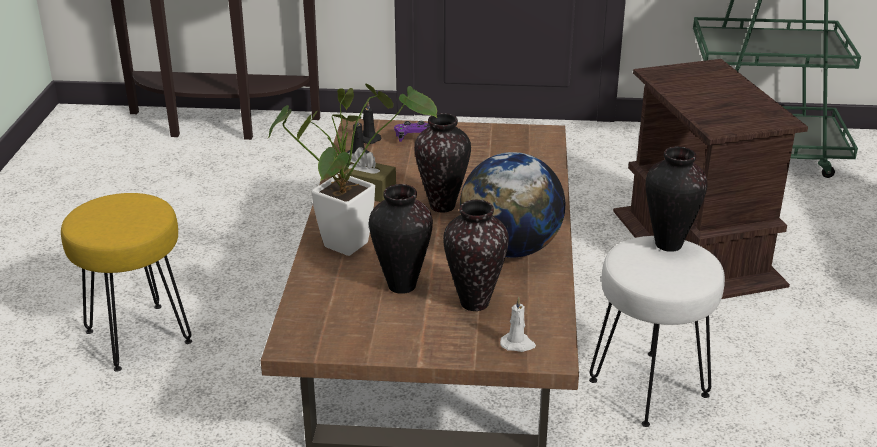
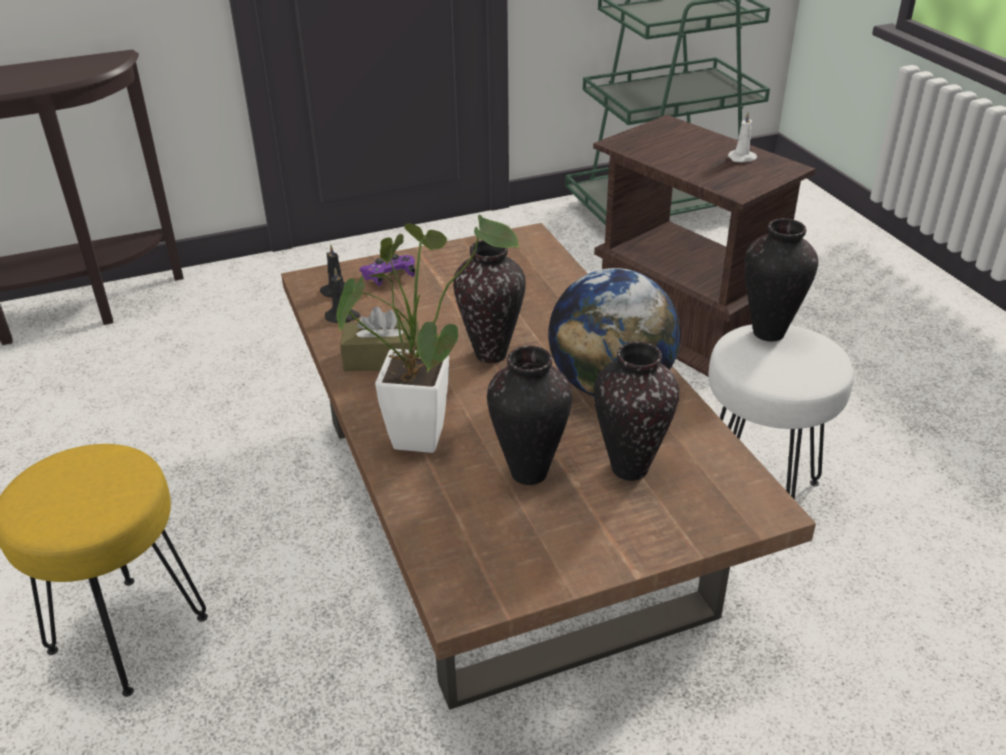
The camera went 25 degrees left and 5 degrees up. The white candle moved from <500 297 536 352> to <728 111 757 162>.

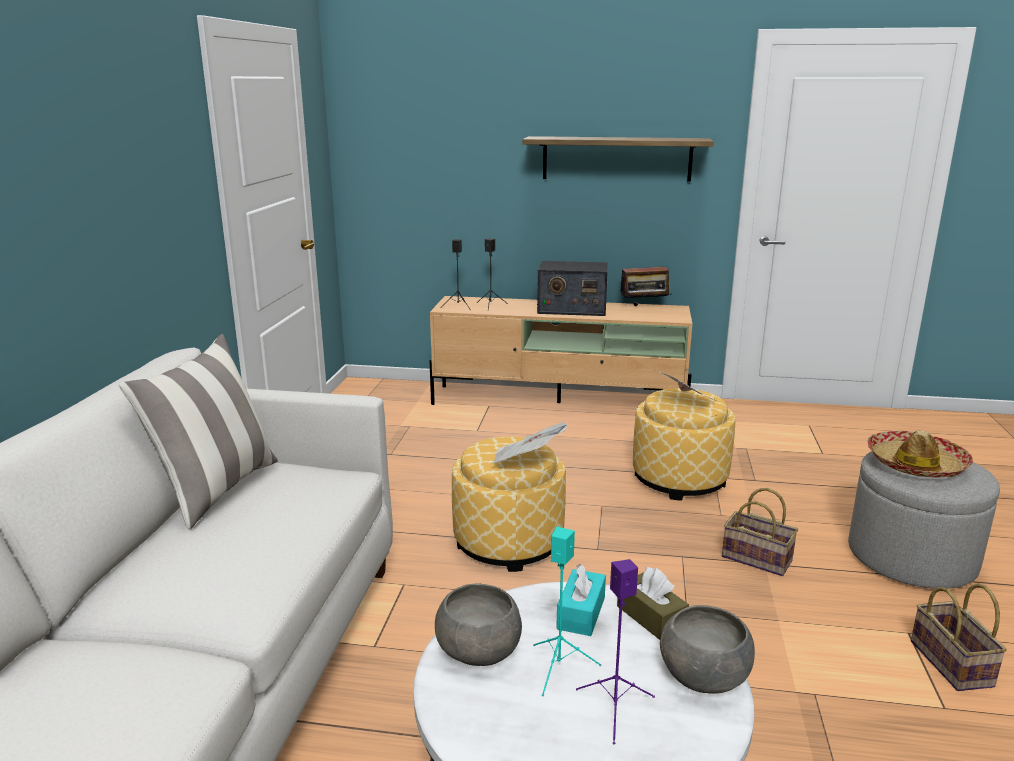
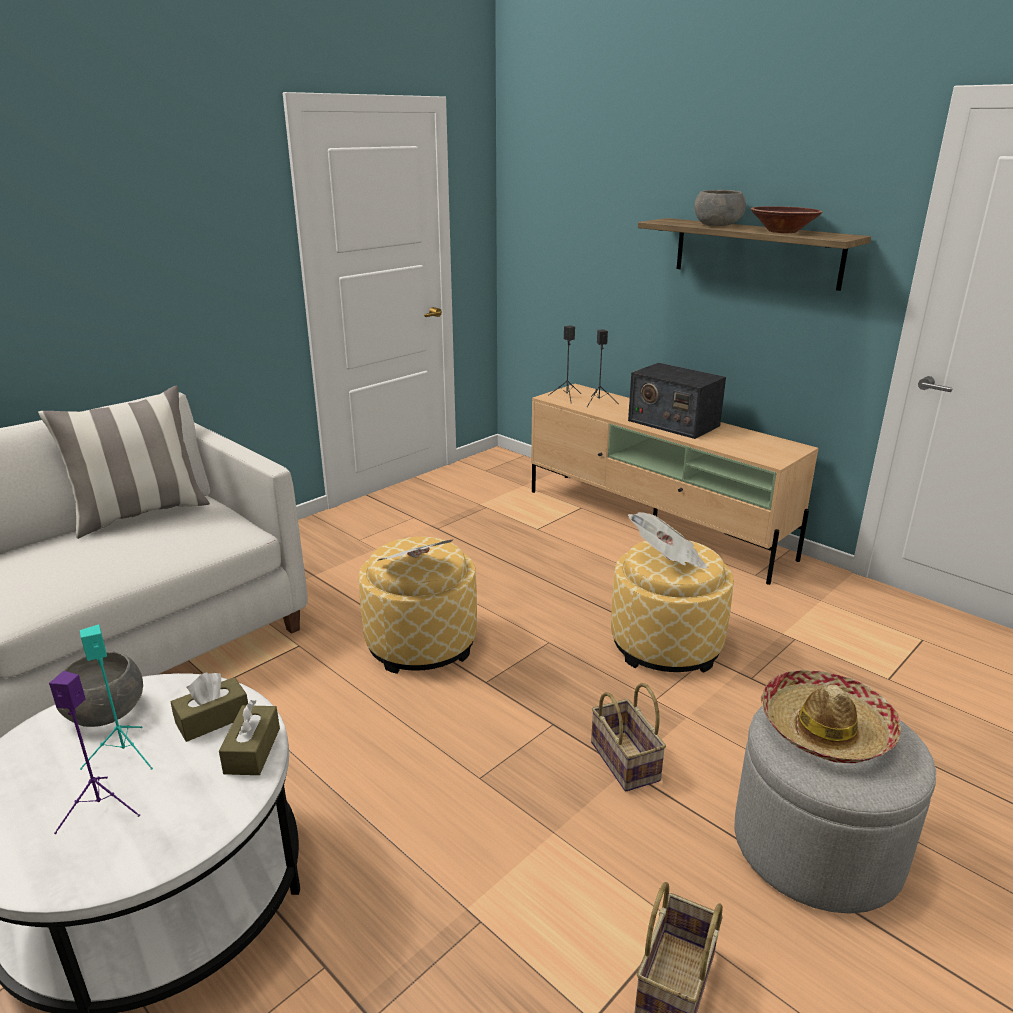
The camera went 35 degrees right and 5 degrees up. The radio at <620 267 671 306> disappeared. The brown bowl at <751 206 823 233> appeared. The grey bowl moved from <660 605 755 694> to <695 190 746 226>. The turquoise tissue box at <556 564 606 636> became the brown tissue box at <171 673 248 742>.

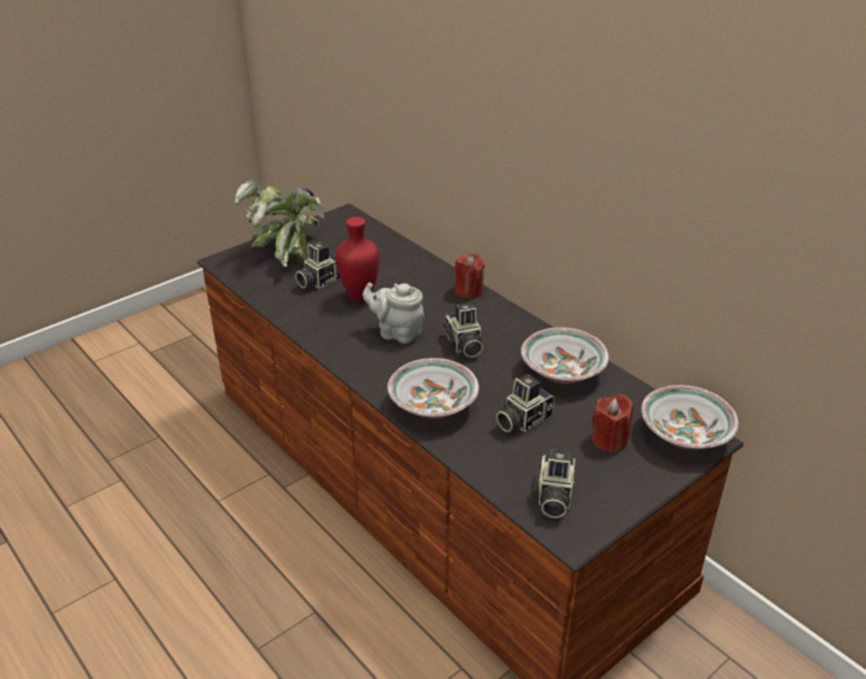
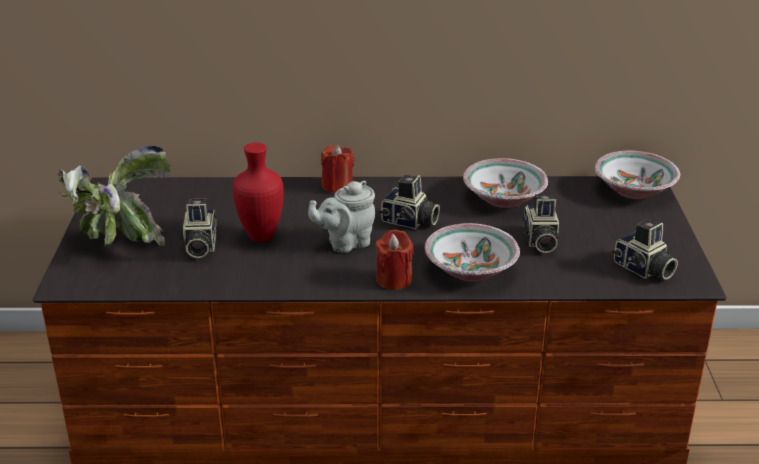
The camera went 50 degrees left and 5 degrees down. The red candle moved from <592 394 633 453> to <376 230 414 290>.

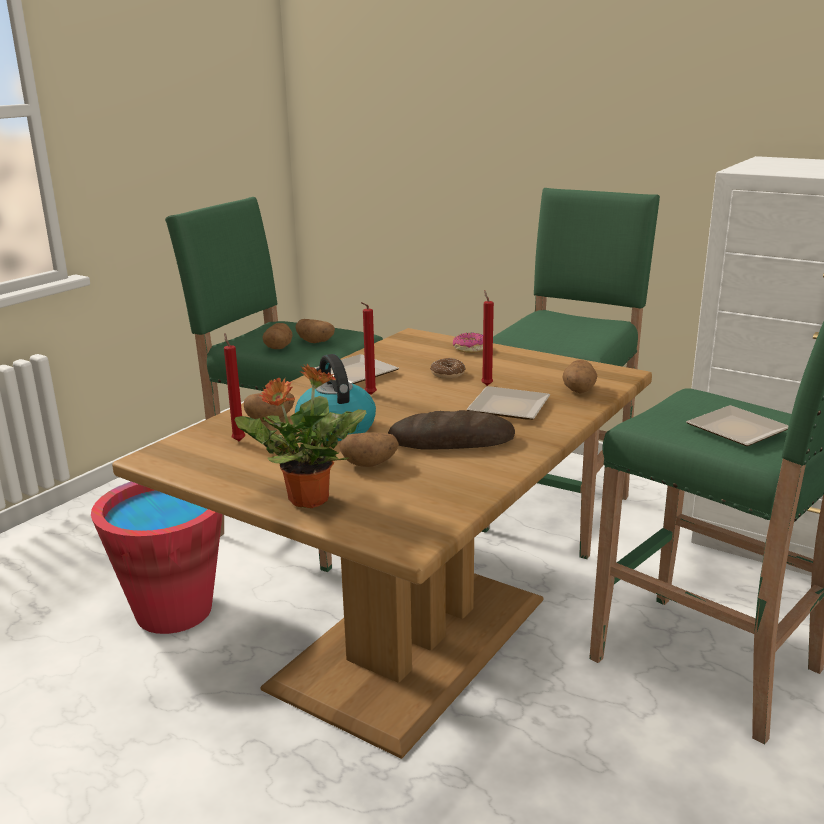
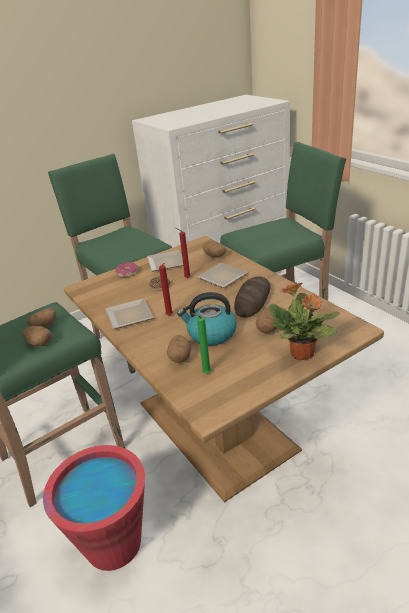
The camera went 65 degrees left and 10 degrees up. The plate moved from <686 405 789 446> to <147 250 183 271>. The red candle at <224 333 245 441> became the green candle at <192 313 211 373>.

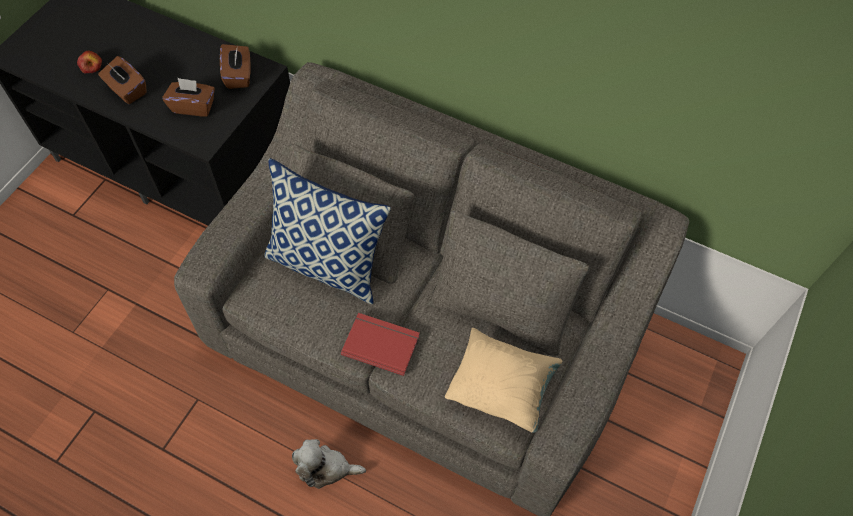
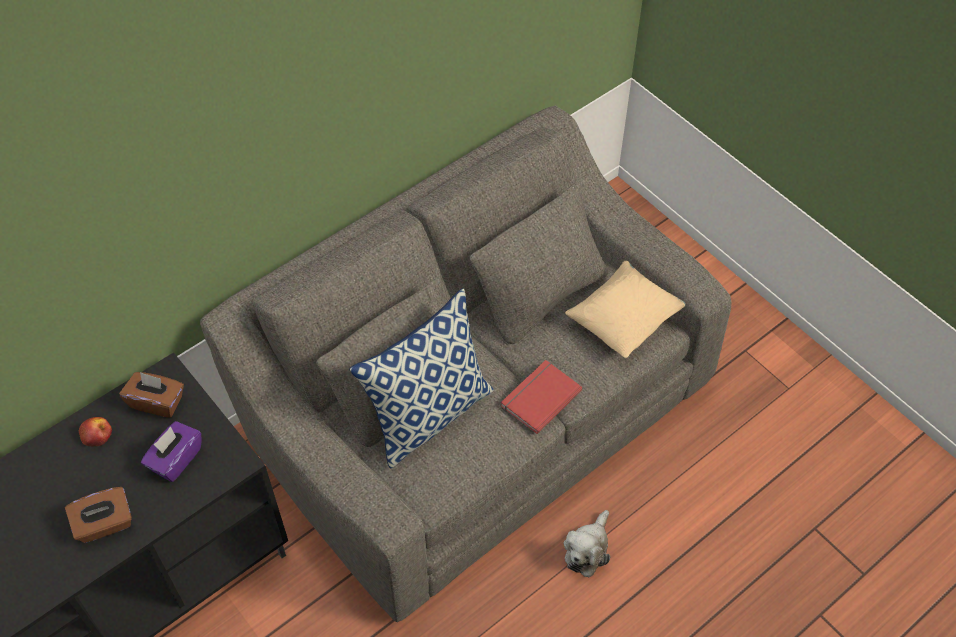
The camera went 65 degrees left and 5 degrees down. The apple moved from <77 51 102 74> to <79 417 112 447>. The brown tissue box at <162 78 215 117> became the purple tissue box at <141 421 201 482>.

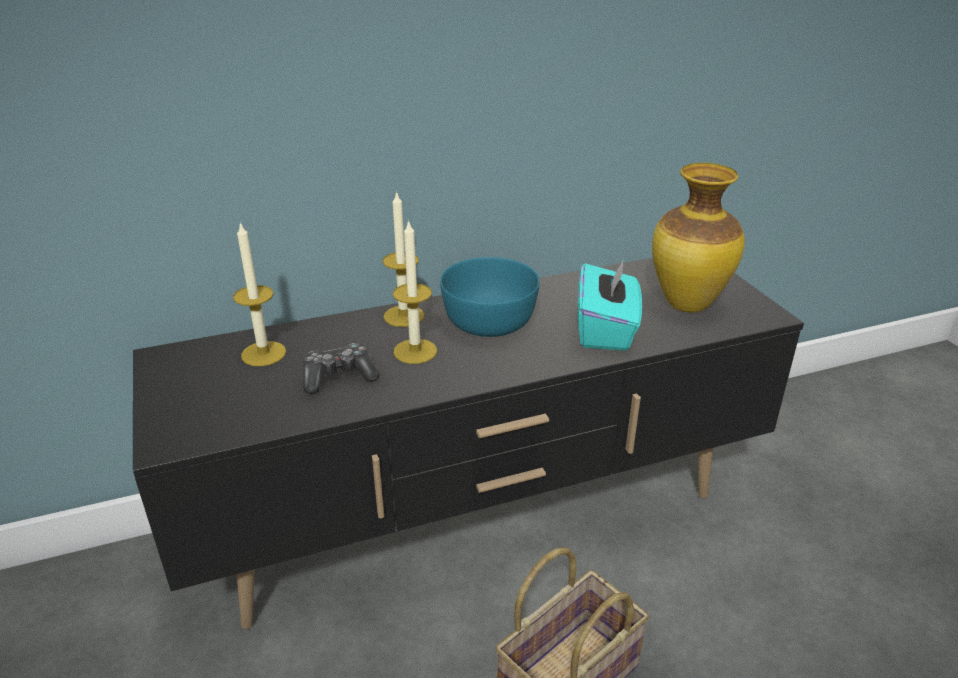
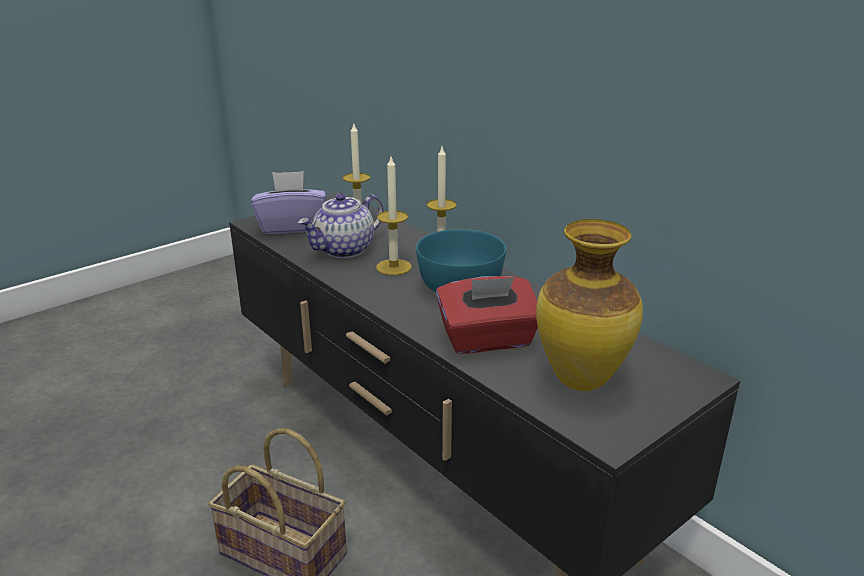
The camera went 70 degrees right and 5 degrees down. The purple tissue box at <251 171 326 234> appeared. The game controller at <303 343 379 394> was replaced by the teapot at <298 193 384 258>. The turquoise tissue box at <578 259 642 351> became the red tissue box at <436 276 538 354>.

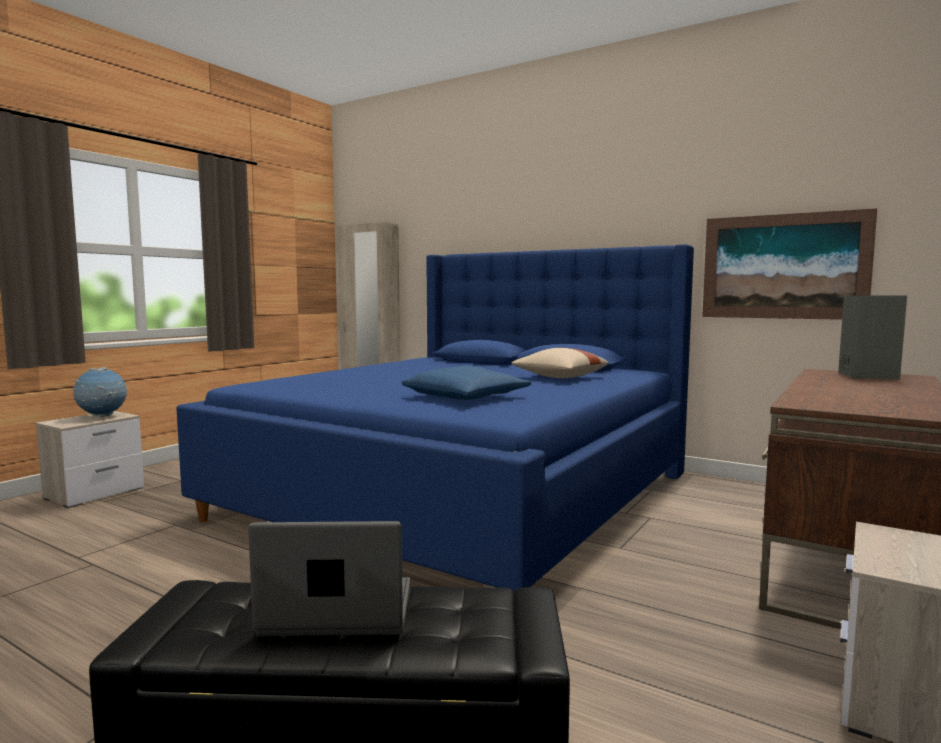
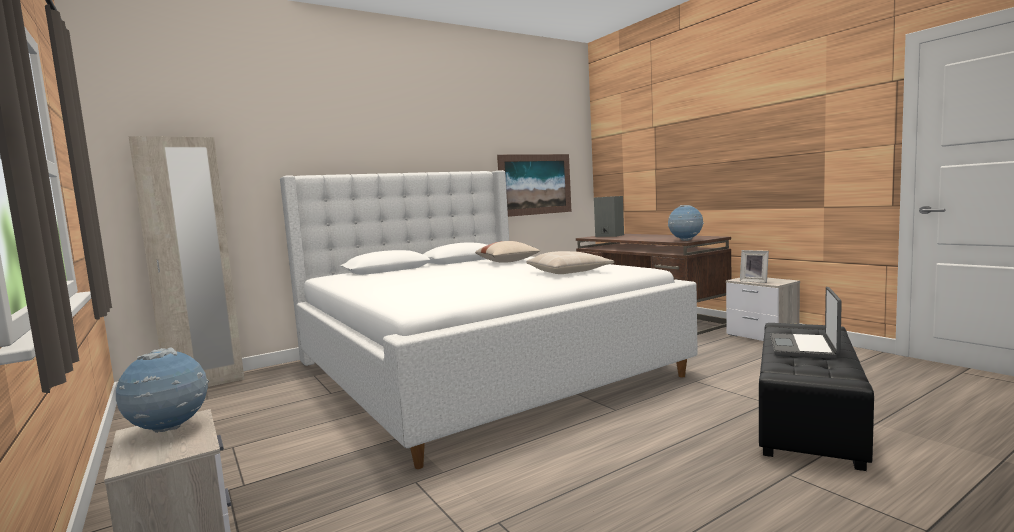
The camera went 65 degrees left and 0 degrees up. The globe at <668 205 704 241> appeared. The picture frame at <740 250 769 283> appeared. The blue bed at <176 244 694 593> became the white bed at <280 170 698 469>. The blue pillow at <402 366 531 400> became the beige pillow at <526 251 614 274>.

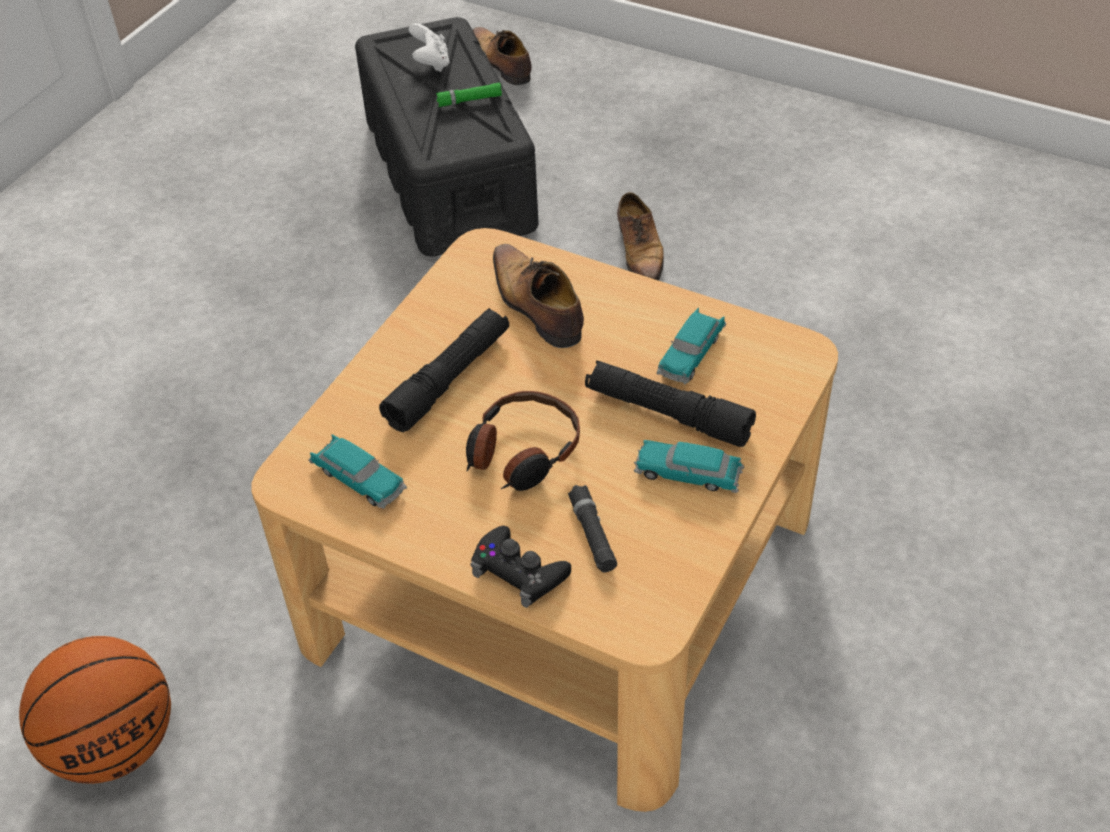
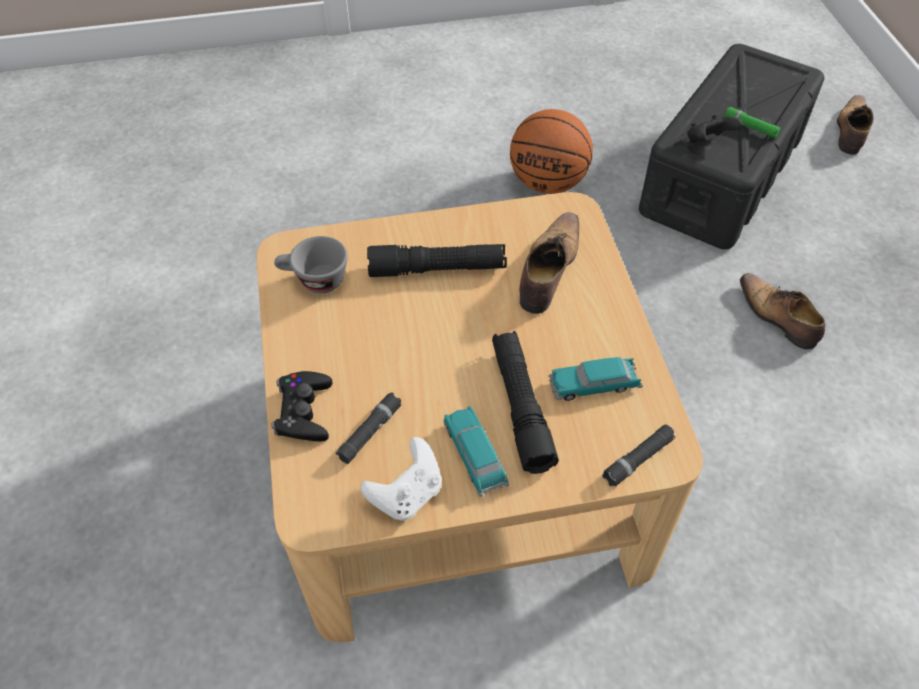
The camera went 50 degrees right and 5 degrees up. The headphones at <466 391 580 491> disappeared. The black flashlight at <602 425 676 486> appeared. The black game controller at <687 115 743 143> appeared. The basketball moved from <19 636 171 784> to <510 109 593 194>. The white game controller moved from <409 23 450 72> to <360 437 442 521>. The toy car at <308 434 407 509> was replaced by the grey cup at <274 236 348 293>. The shoe at <617 192 664 281> turned 105 degrees clockwise.

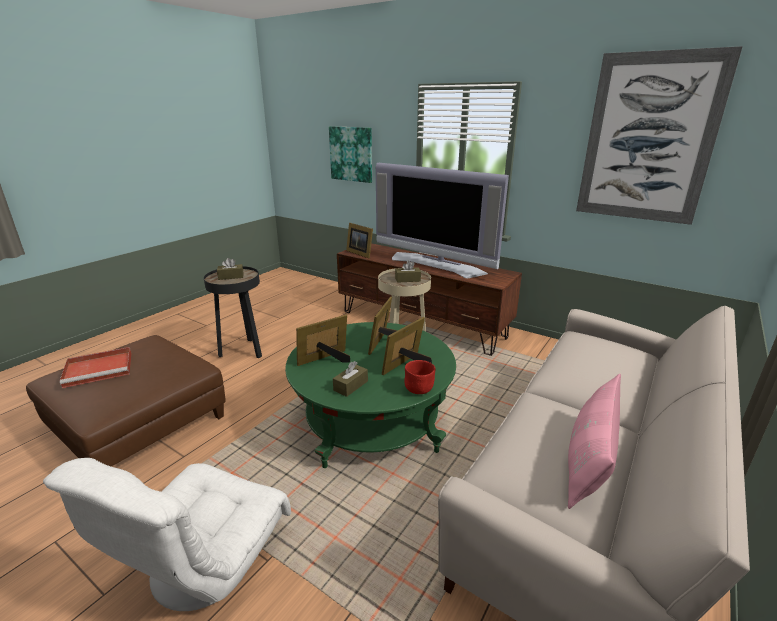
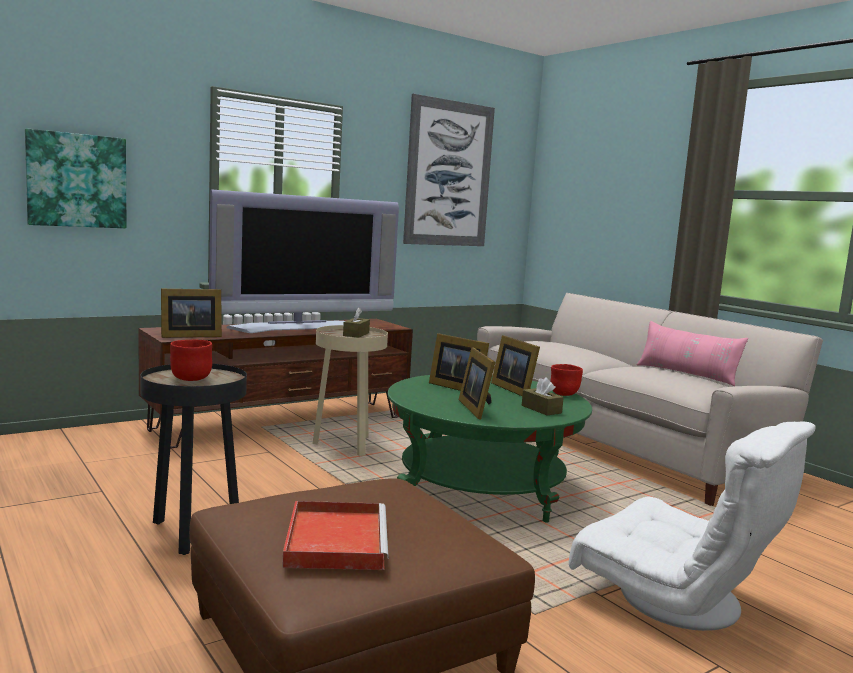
The camera went 70 degrees left and 15 degrees down. The brown tissue box at <217 258 244 280> was replaced by the red bowl at <170 340 212 381>.

